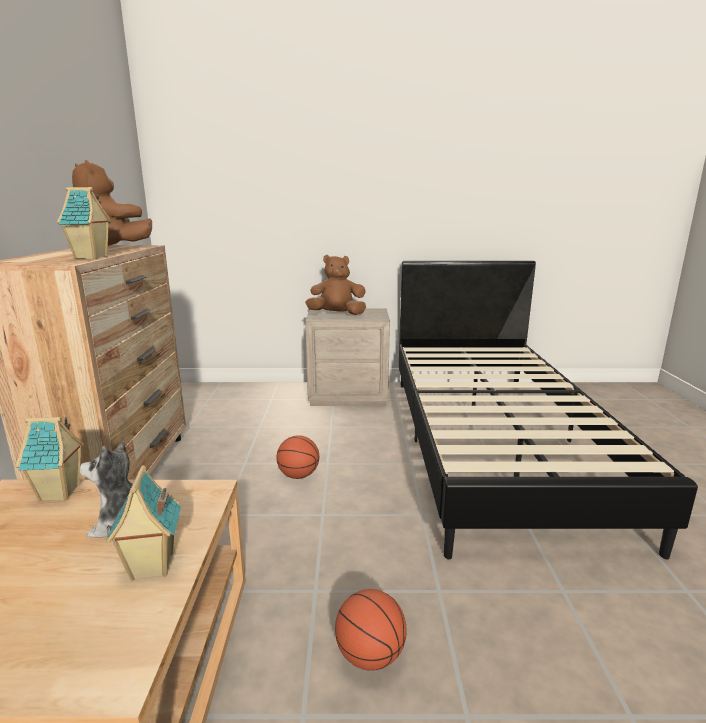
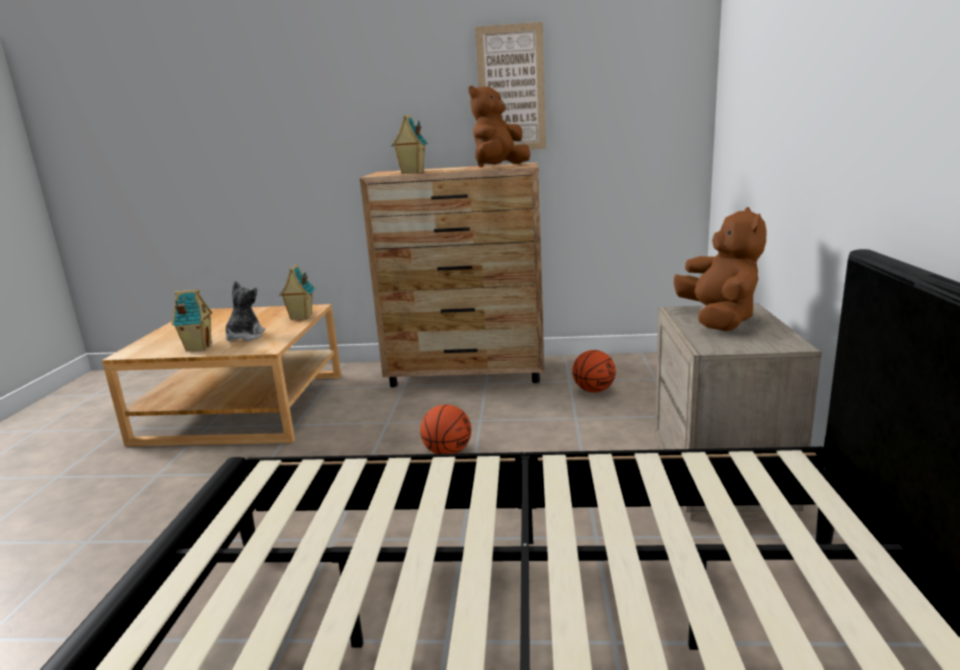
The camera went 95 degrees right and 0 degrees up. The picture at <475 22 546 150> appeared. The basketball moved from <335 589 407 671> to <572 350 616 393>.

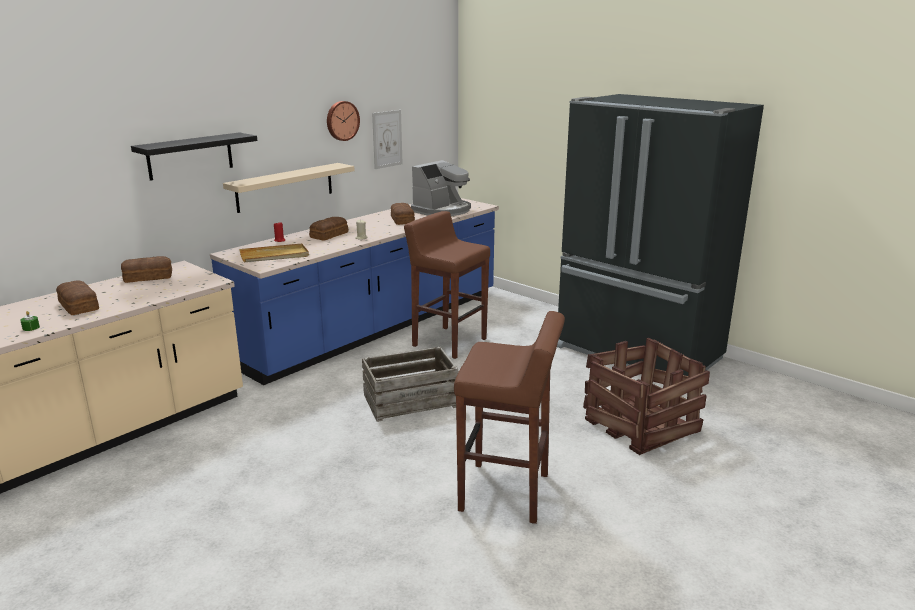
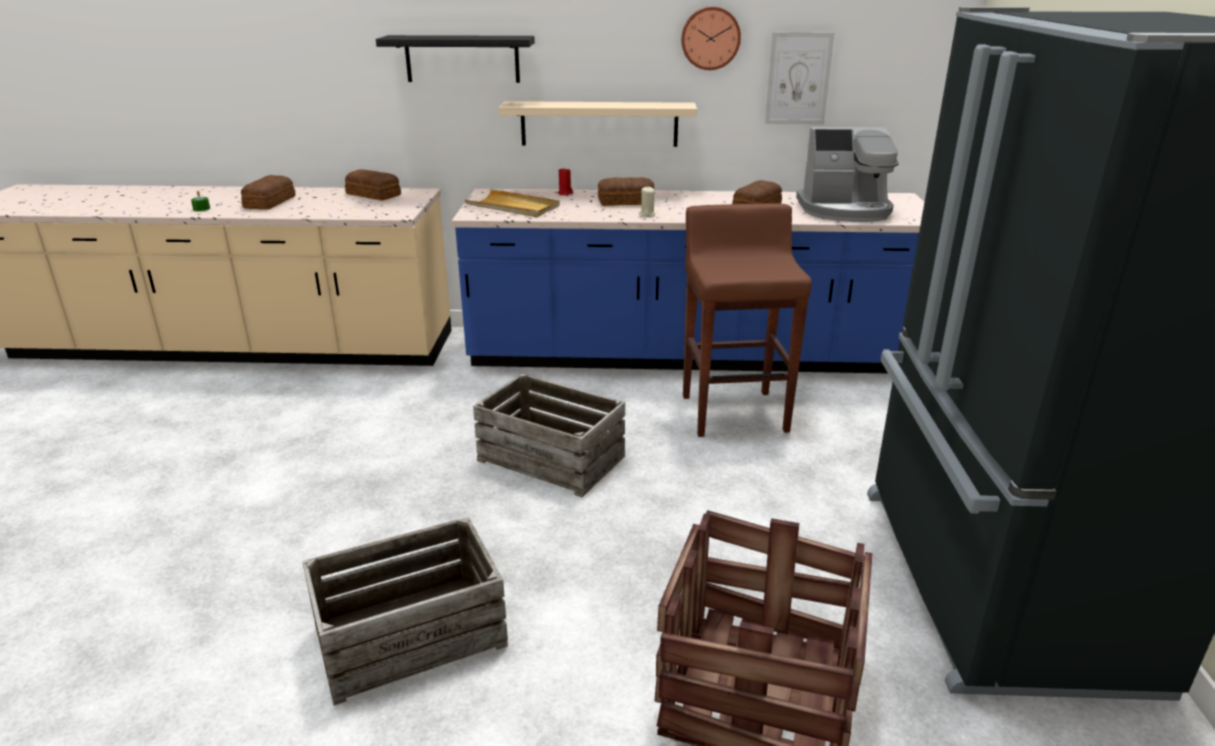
The camera went 50 degrees right and 5 degrees up. The brown stool at <454 311 565 524> was replaced by the crate at <302 517 508 706>.

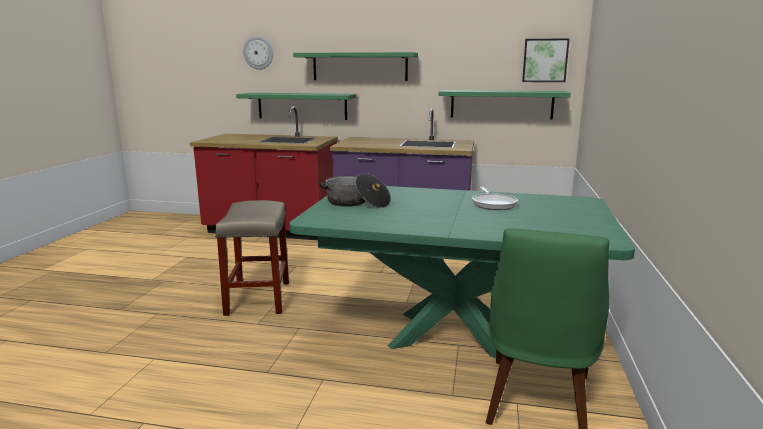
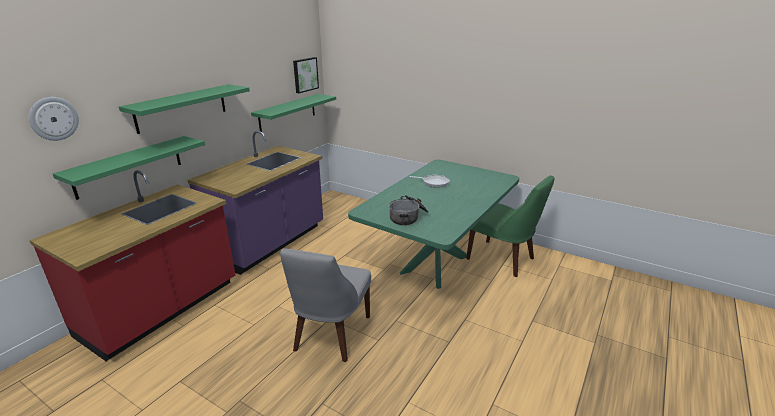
The camera went 70 degrees left and 10 degrees up. The beige stool at <215 200 289 316> was replaced by the grey chair at <280 248 371 362>.

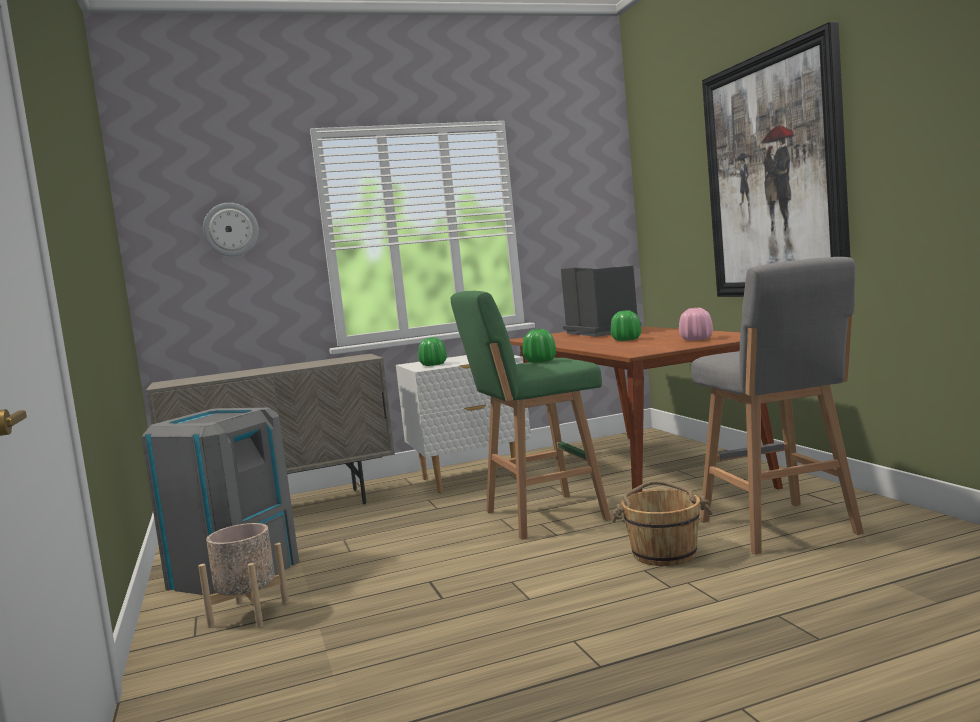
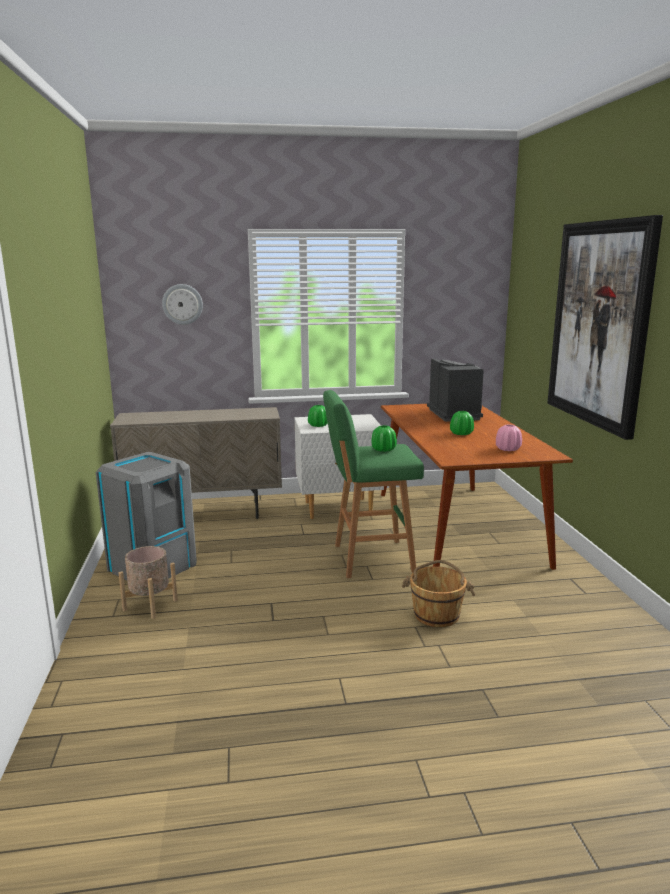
The camera went 10 degrees right and 10 degrees up. The grey stool at <691 257 864 555> disappeared.

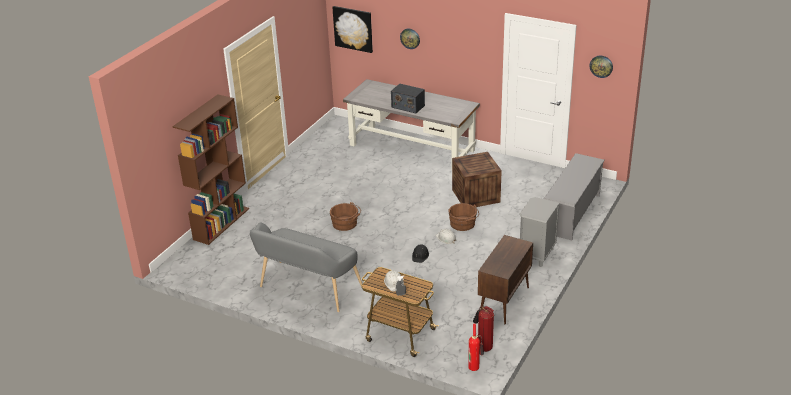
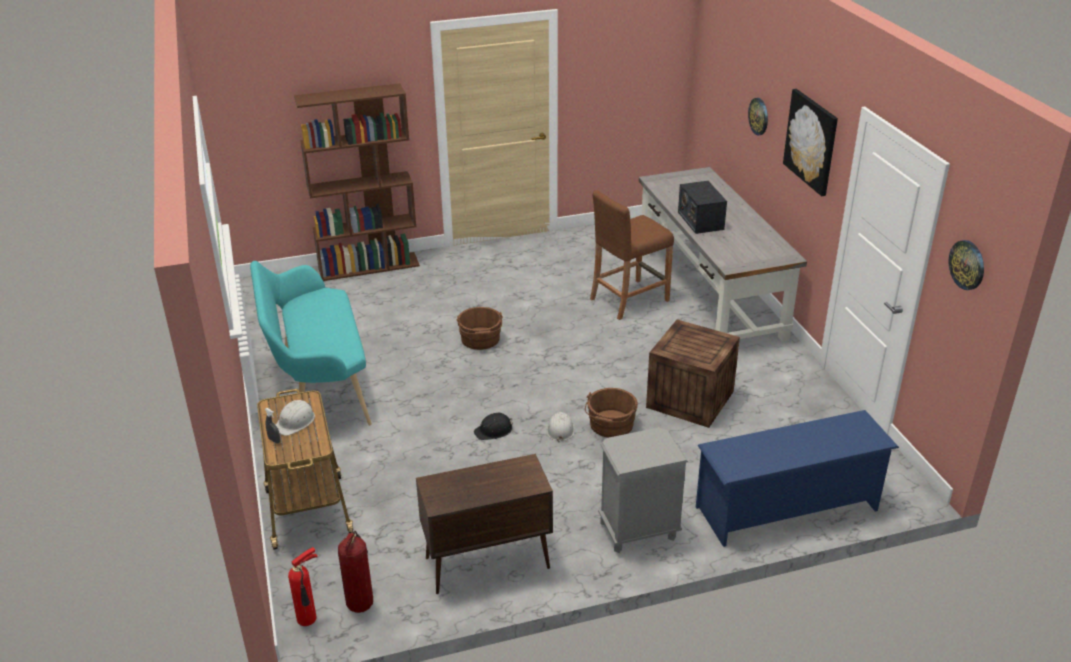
The camera went 45 degrees right and 0 degrees up. The brown stool at <590 190 674 320> appeared. The picture moved from <332 6 373 53> to <783 89 838 196>. The grey bench at <250 223 363 312> became the turquoise bench at <250 261 372 426>. The grey shoe rack at <544 153 605 241> became the blue shoe rack at <696 410 899 547>.

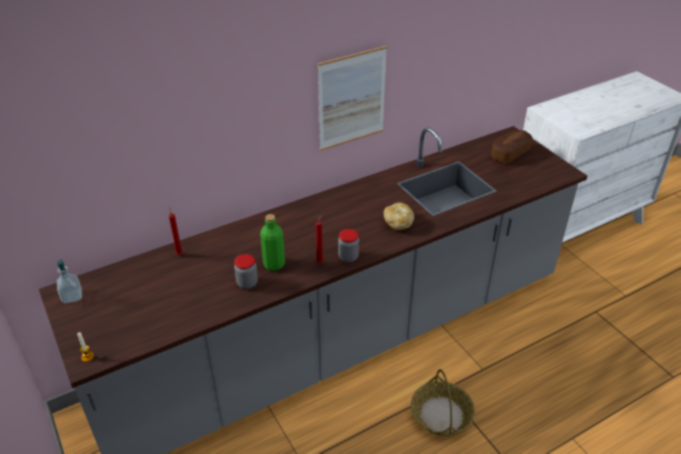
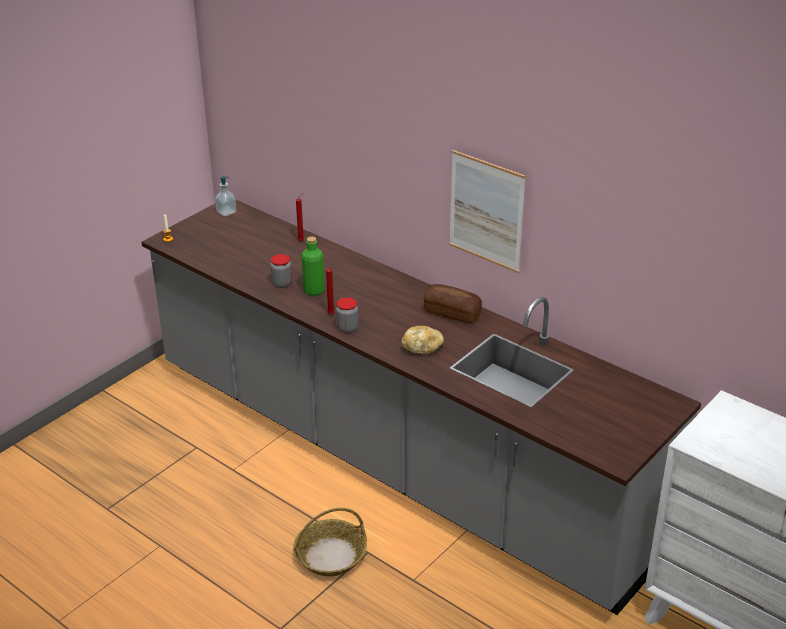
The camera went 70 degrees right and 5 degrees down. The bread moved from <491 130 533 164> to <424 284 482 323>.

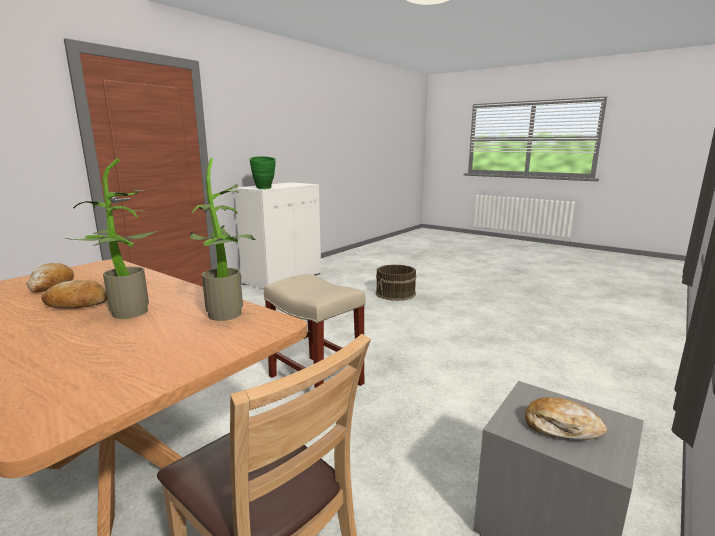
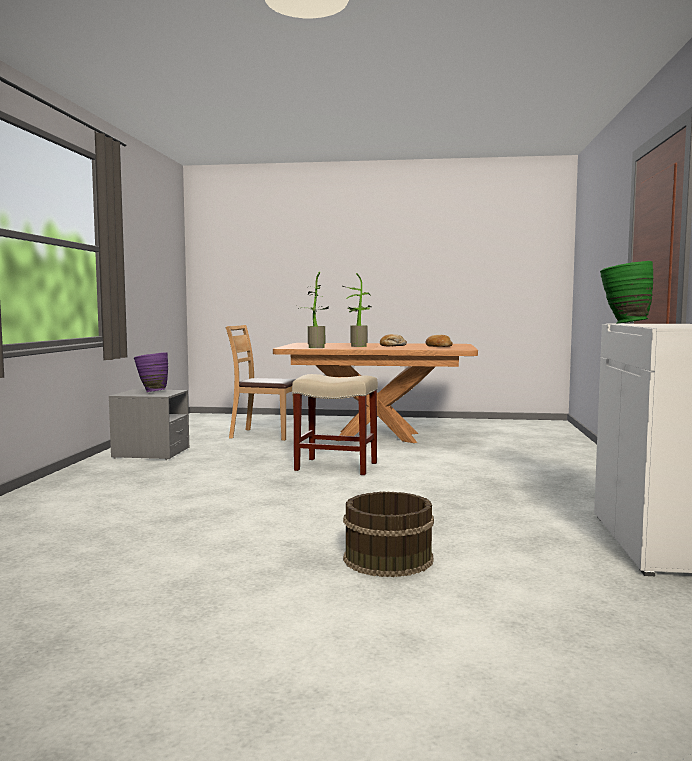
The camera went 150 degrees right and 10 degrees down. The bread at <525 397 607 440> was replaced by the purple vase at <134 353 168 392>.

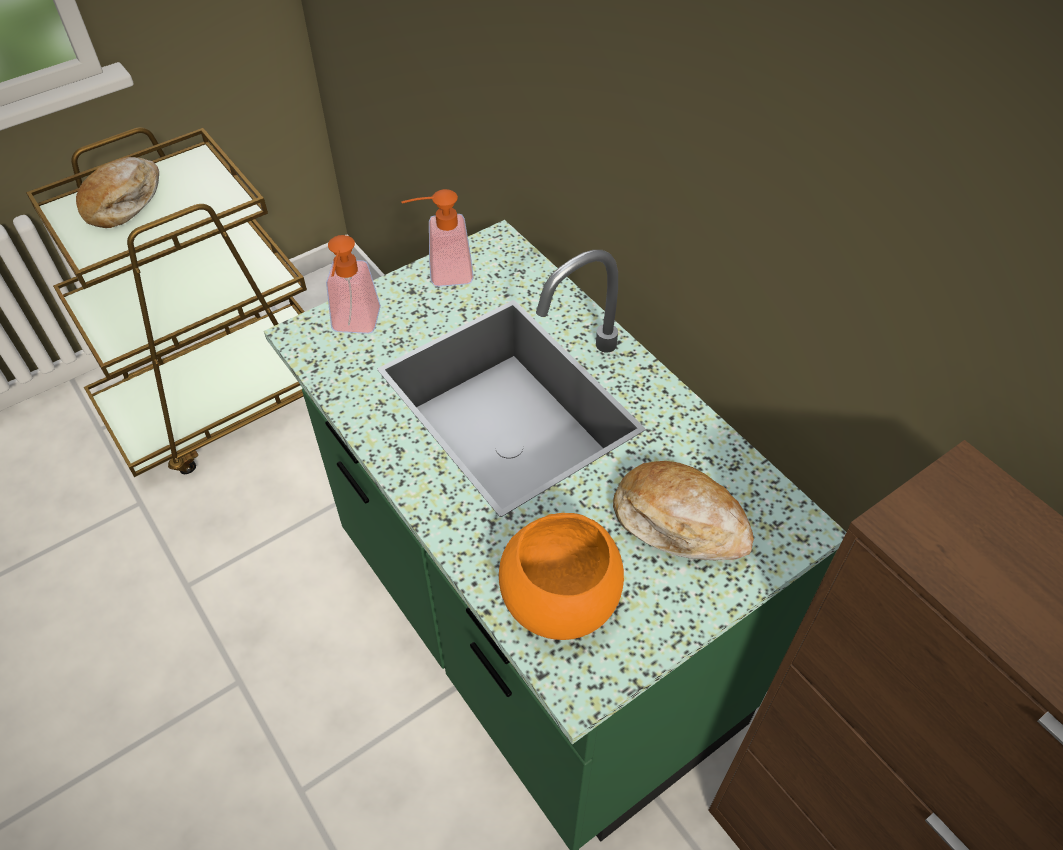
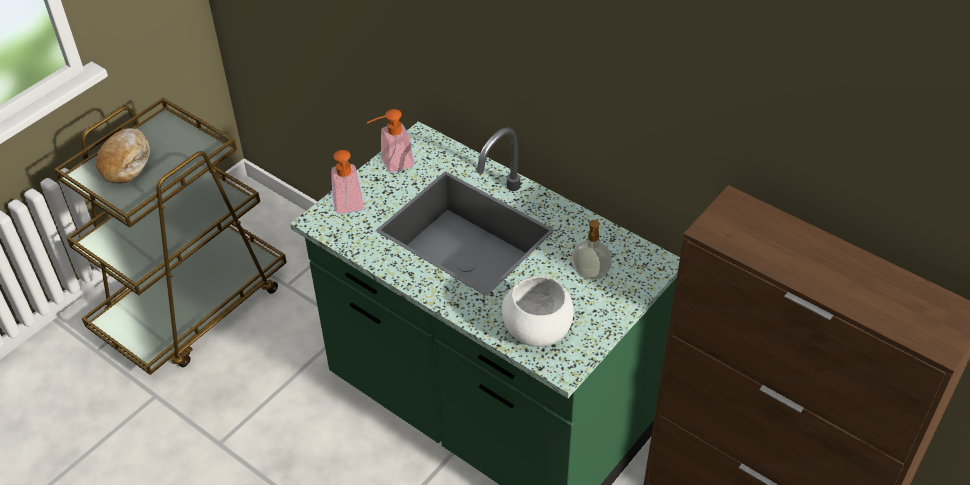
The camera went 15 degrees left and 5 degrees down. The bread at <613 461 754 560> was replaced by the soap dispenser at <572 220 612 279>. The orange bowl at <499 513 624 640> became the white bowl at <502 275 574 347>.

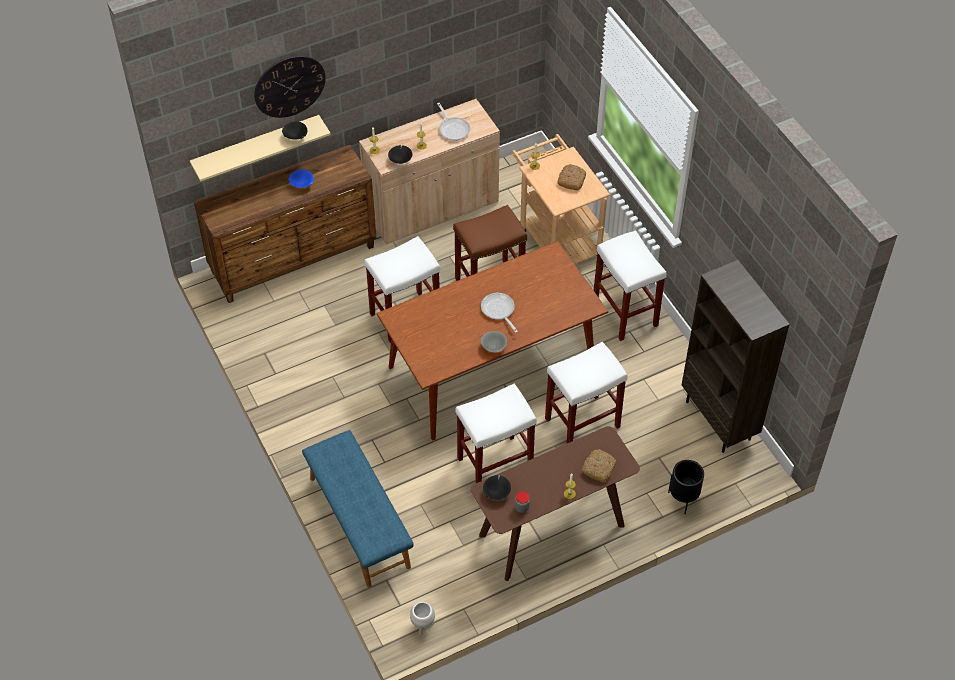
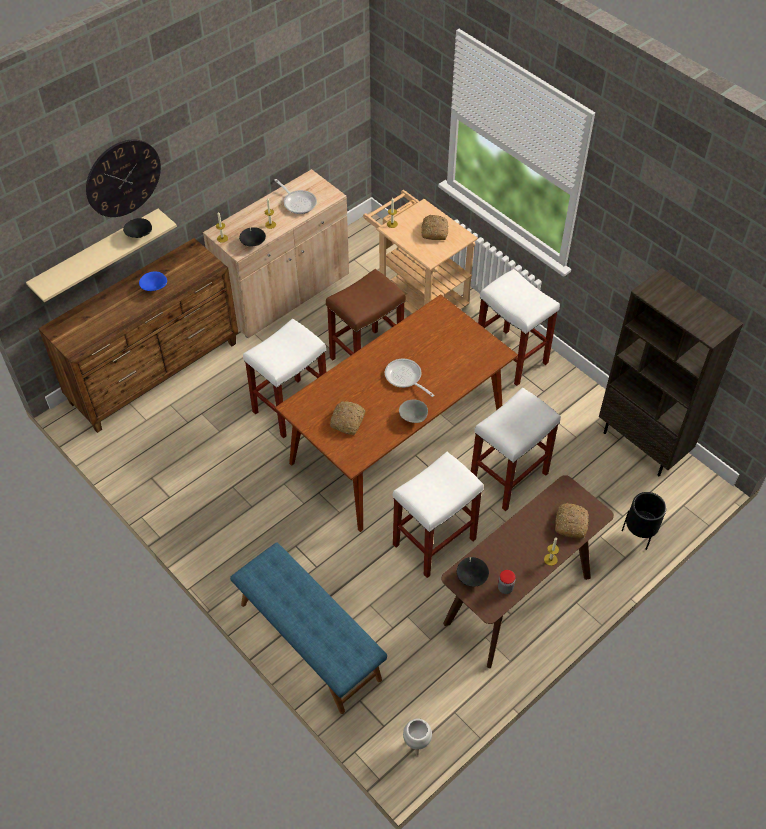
The camera went 15 degrees left and 0 degrees up. The bread at <330 401 365 435> appeared.

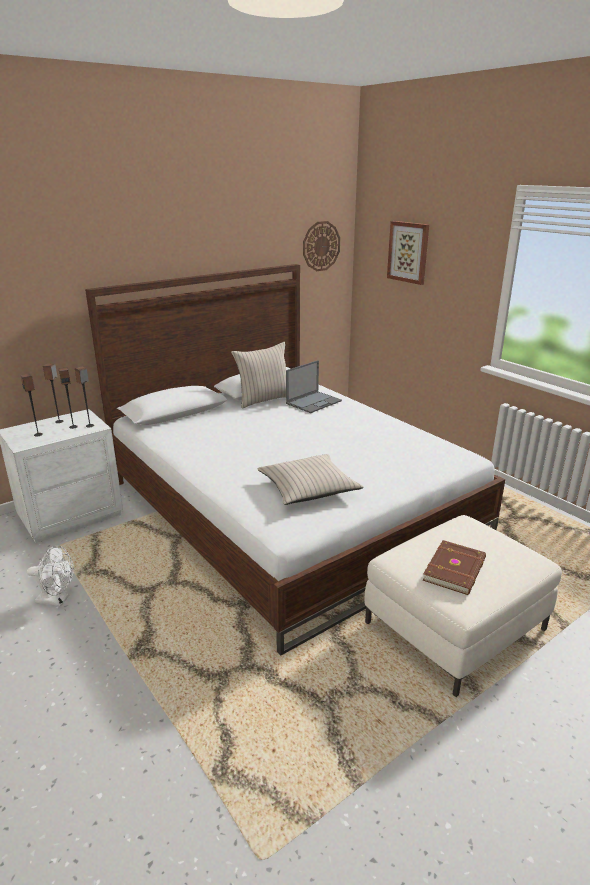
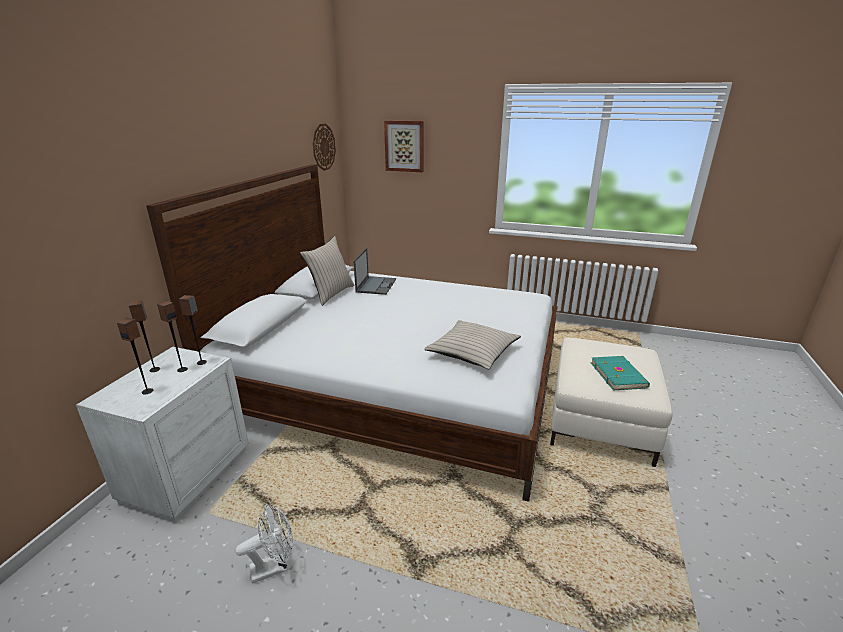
The camera went 35 degrees left and 0 degrees up. The brown book at <423 540 486 595> became the turquoise book at <591 356 650 390>.

